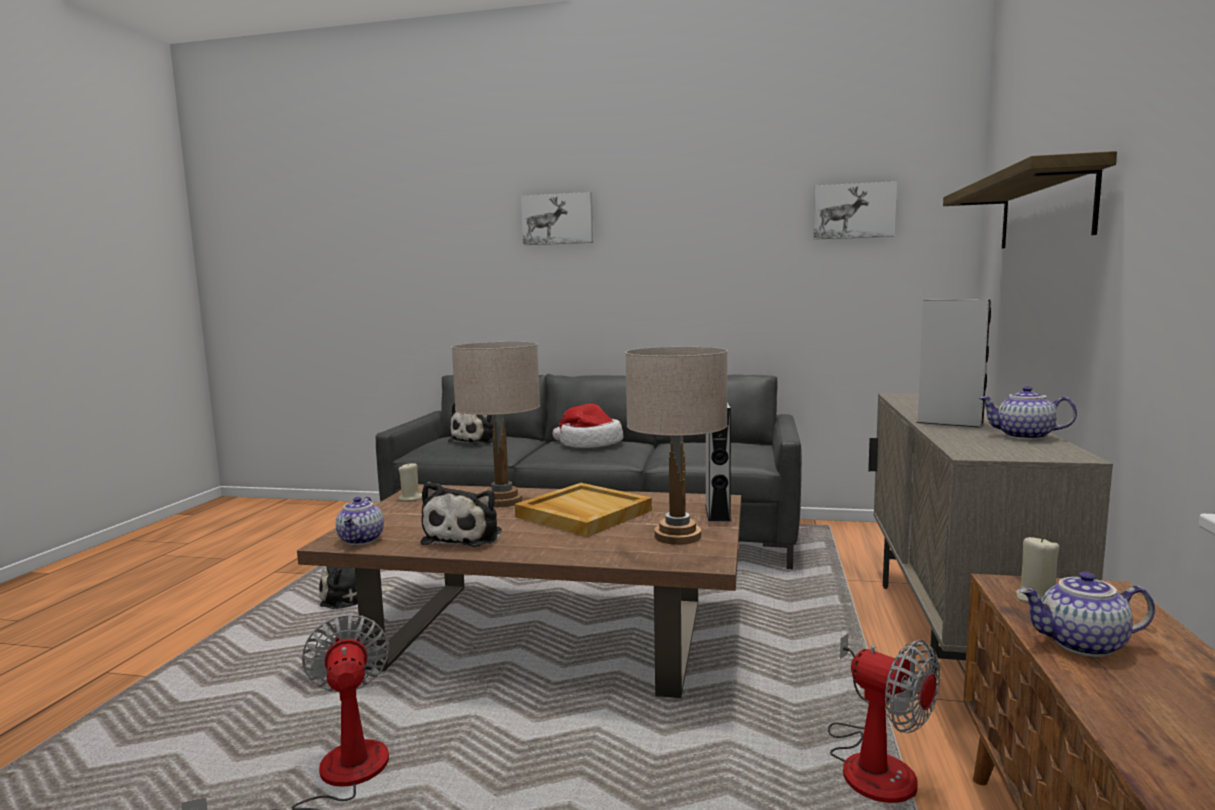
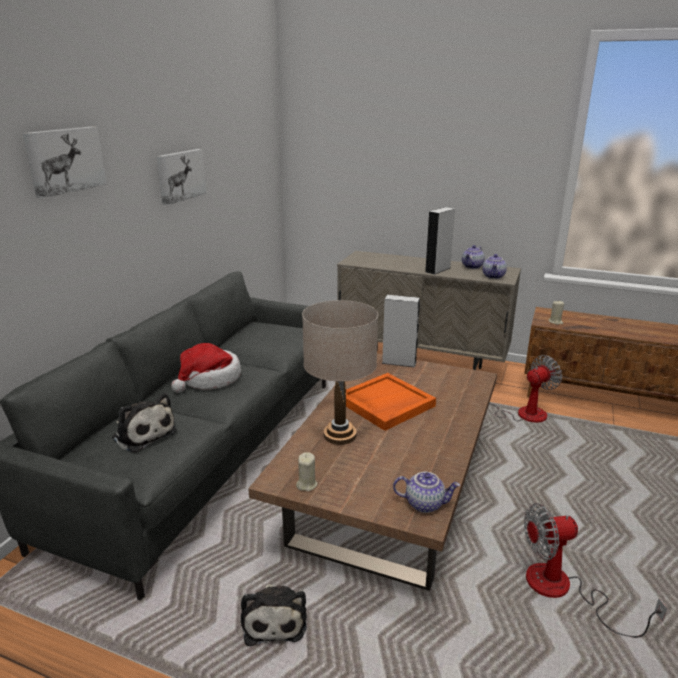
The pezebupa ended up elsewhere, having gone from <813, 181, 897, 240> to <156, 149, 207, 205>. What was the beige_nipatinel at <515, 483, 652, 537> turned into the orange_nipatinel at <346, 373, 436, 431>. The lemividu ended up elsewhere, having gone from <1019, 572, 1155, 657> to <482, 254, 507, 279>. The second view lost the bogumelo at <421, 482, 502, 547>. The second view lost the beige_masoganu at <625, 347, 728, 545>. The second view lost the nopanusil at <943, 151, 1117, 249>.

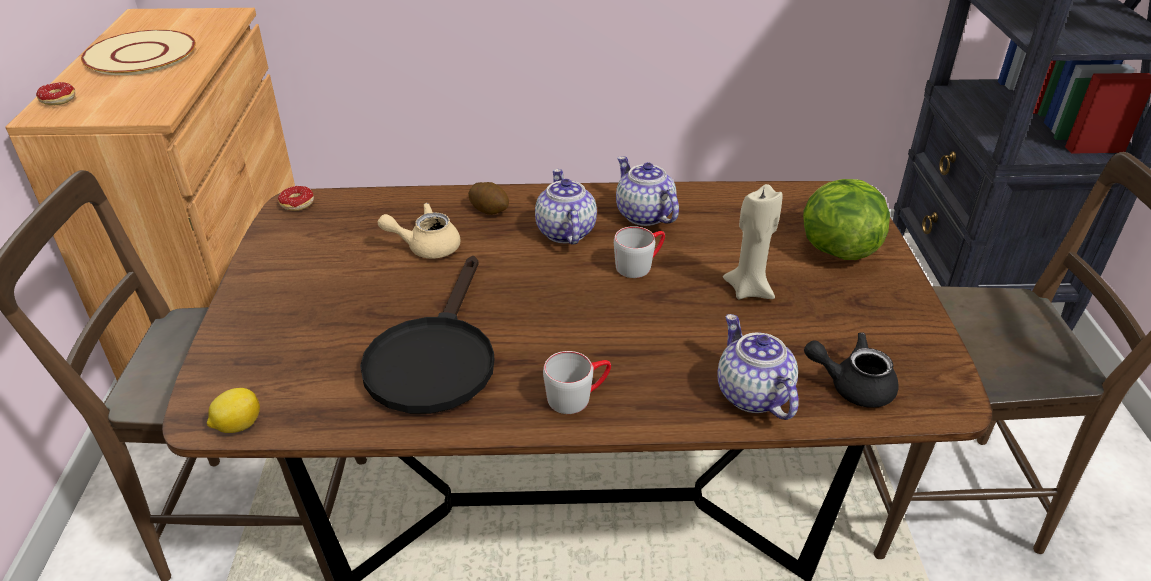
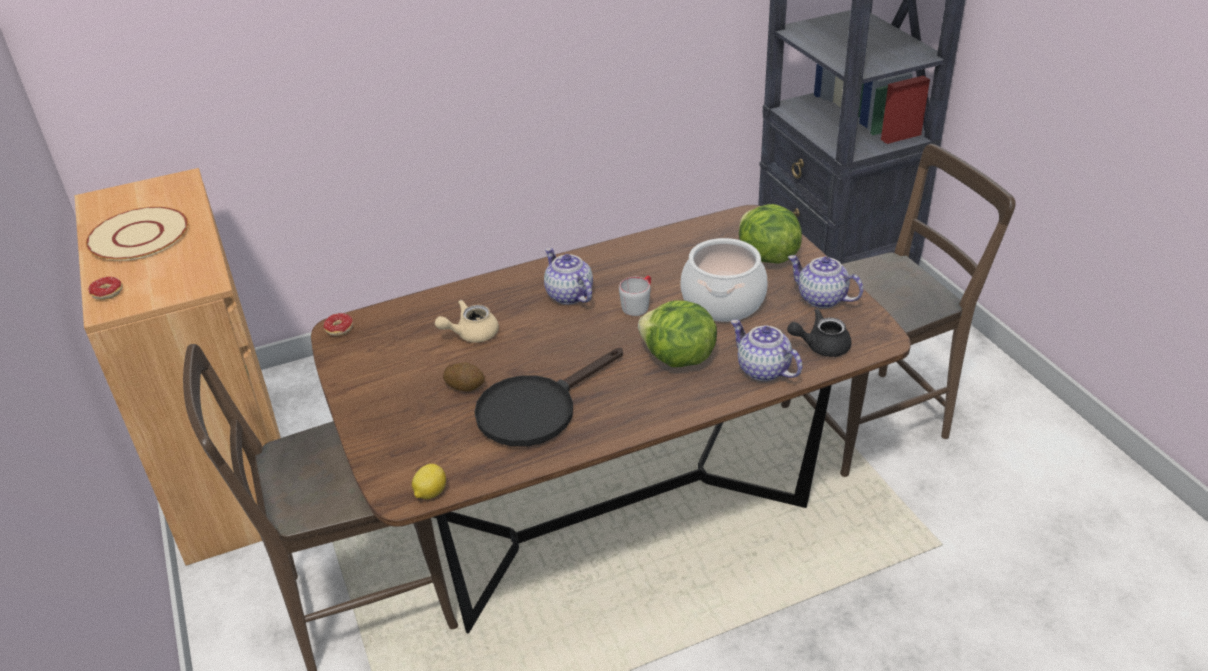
The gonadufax ended up elsewhere, having gone from <468, 182, 509, 215> to <443, 362, 485, 392>. The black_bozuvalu at <360, 256, 495, 414> ended up facing another way, 60 degrees clockwise from before. The second view gained the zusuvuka at <638, 300, 717, 367>. Where the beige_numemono stood at <723, 184, 782, 300>, the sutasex came to stand at <681, 238, 768, 322>. The lemividu ended up elsewhere, having gone from <616, 156, 679, 226> to <788, 255, 863, 308>. The second view lost the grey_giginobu at <543, 351, 611, 414>.

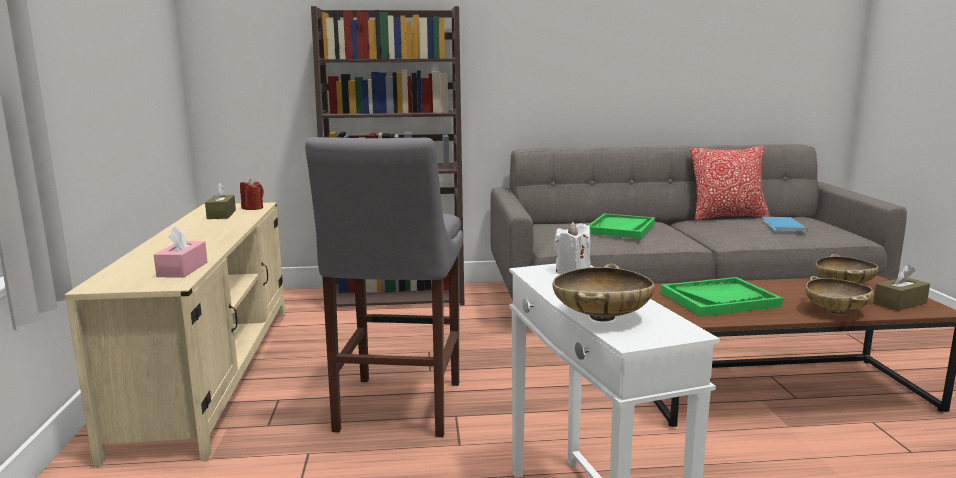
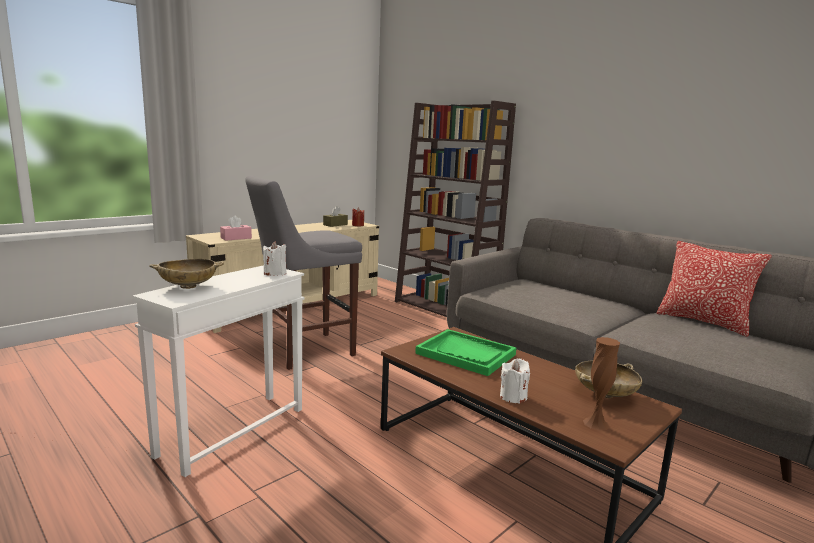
Where the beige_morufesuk stood at <805, 276, 873, 314>, the white_numemono came to stand at <500, 359, 530, 404>. Where the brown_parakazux stood at <873, 264, 930, 311>, the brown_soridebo came to stand at <583, 337, 620, 431>. The second view lost the green_nipatinel at <588, 213, 655, 239>. The second view lost the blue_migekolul at <762, 217, 808, 232>.

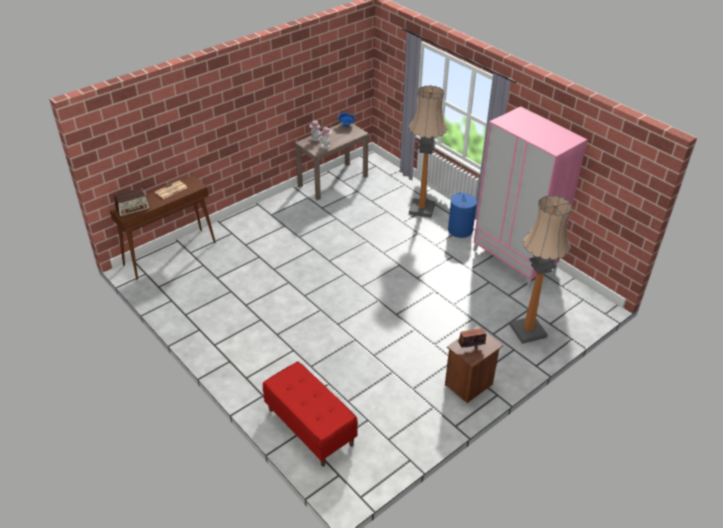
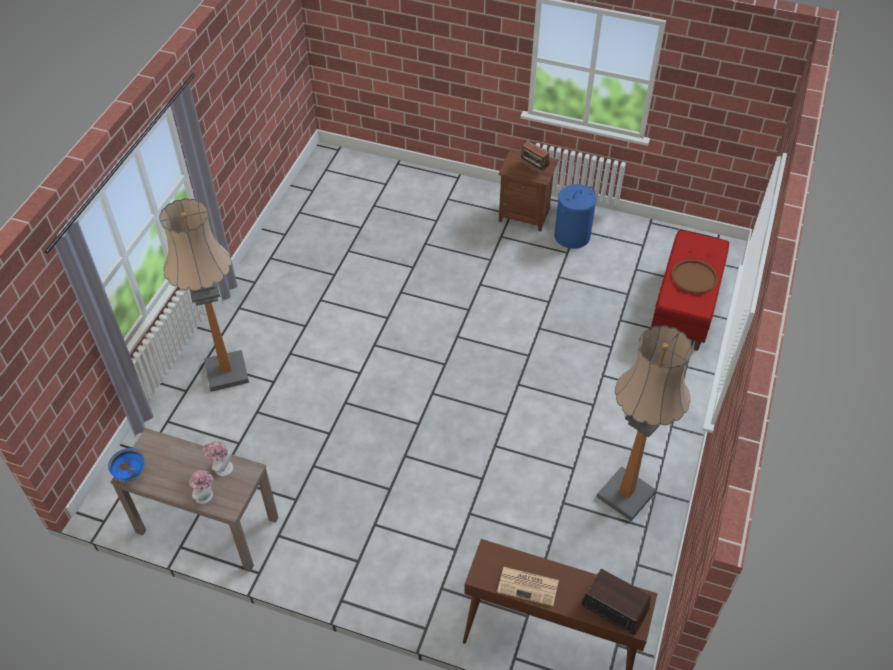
The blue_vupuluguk ended up elsewhere, having gone from <448, 193, 477, 238> to <554, 184, 597, 249>. The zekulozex ended up elsewhere, having gone from <510, 195, 572, 344> to <597, 326, 693, 521>. The second view gained the brown_nipatinel at <672, 259, 718, 293>. The second view lost the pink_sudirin at <473, 106, 588, 288>.

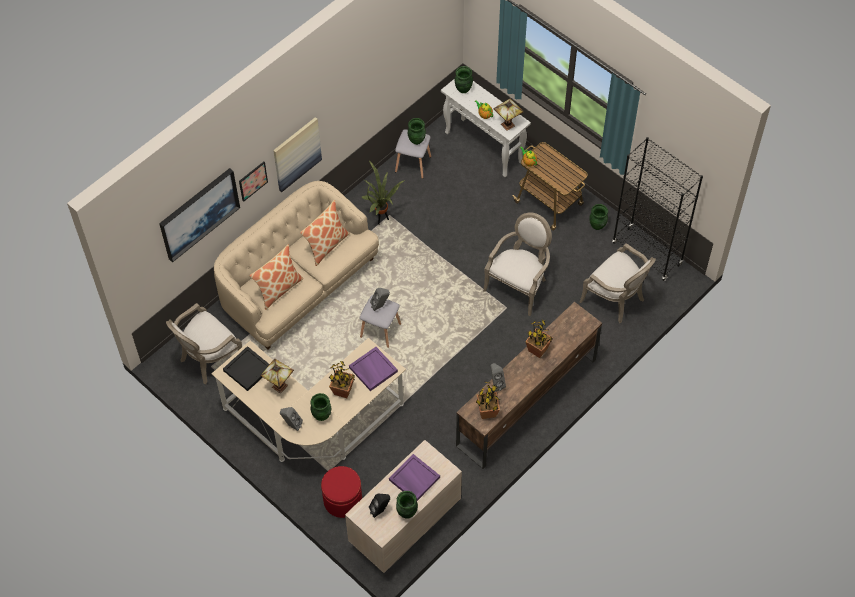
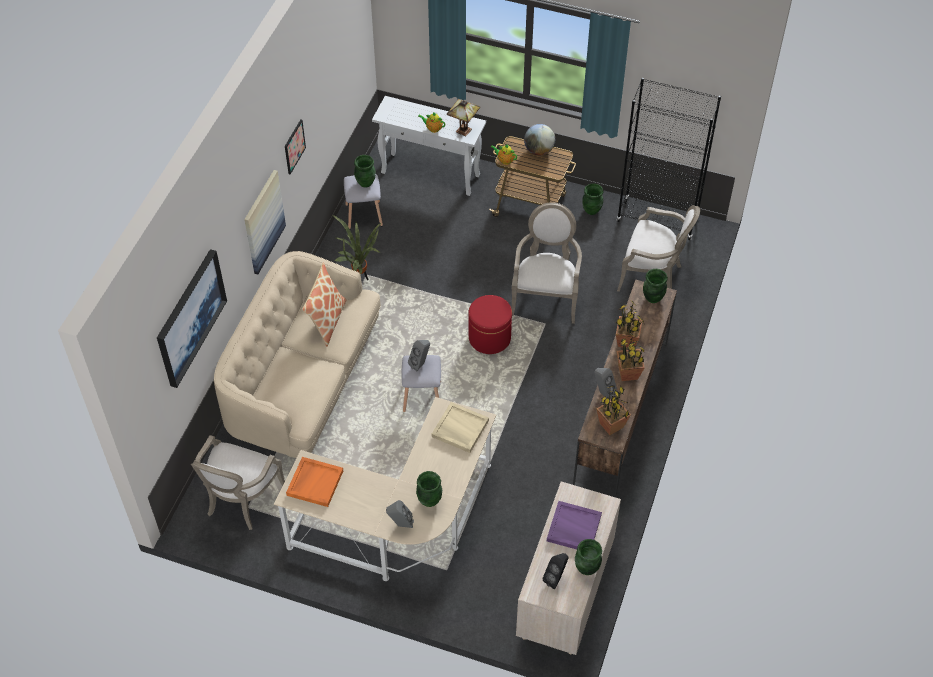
The pezebupa ended up elsewhere, having gone from <239, 162, 268, 202> to <285, 120, 306, 174>. What was the black_nipatinel at <223, 346, 269, 391> turned into the orange_nipatinel at <286, 457, 343, 507>. What was the purple_nipatinel at <349, 347, 398, 391> turned into the beige_nipatinel at <432, 402, 489, 453>. The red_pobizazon ended up elsewhere, having gone from <321, 466, 362, 518> to <468, 295, 512, 354>. The second view gained the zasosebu at <524, 124, 555, 155>. The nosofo ended up elsewhere, having gone from <329, 361, 355, 398> to <617, 333, 645, 381>. The green_soridebo ended up elsewhere, having gone from <455, 66, 473, 93> to <643, 269, 668, 303>. The second view lost the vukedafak at <250, 244, 304, 310>. The second view lost the masoganu at <261, 358, 294, 394>.

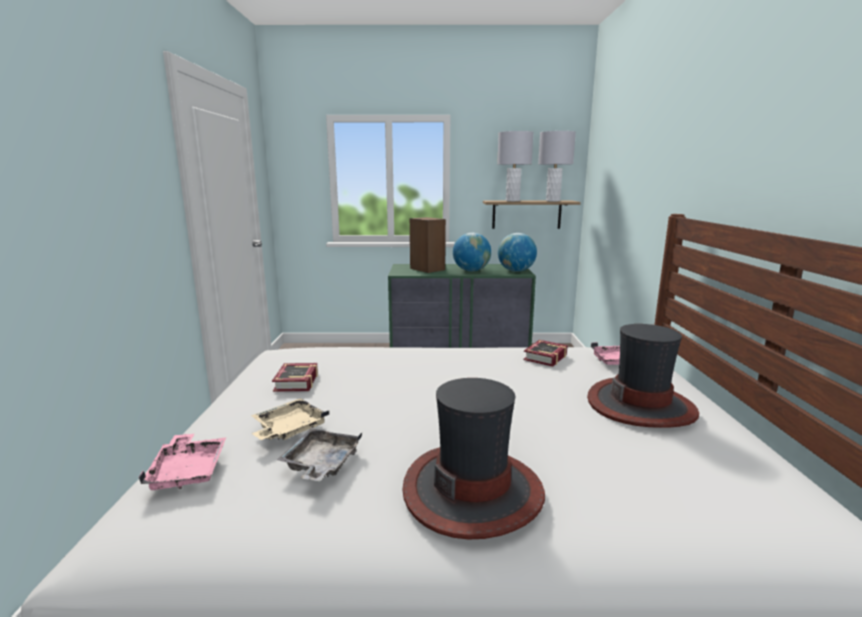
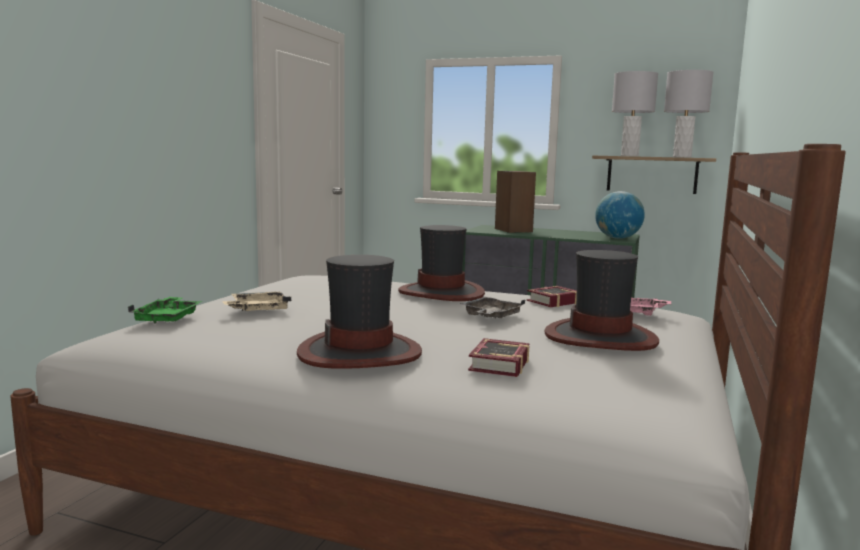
What was the pink_nipatinel at <138, 433, 226, 490> turned into the green_nipatinel at <128, 297, 203, 324>. The second view gained the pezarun at <398, 225, 485, 301>. The grey_nipatinel ended up elsewhere, having gone from <277, 428, 362, 481> to <460, 297, 525, 319>. The migekolul ended up elsewhere, having gone from <272, 363, 318, 392> to <468, 338, 529, 377>. The second view lost the zasosebu at <453, 233, 491, 271>.

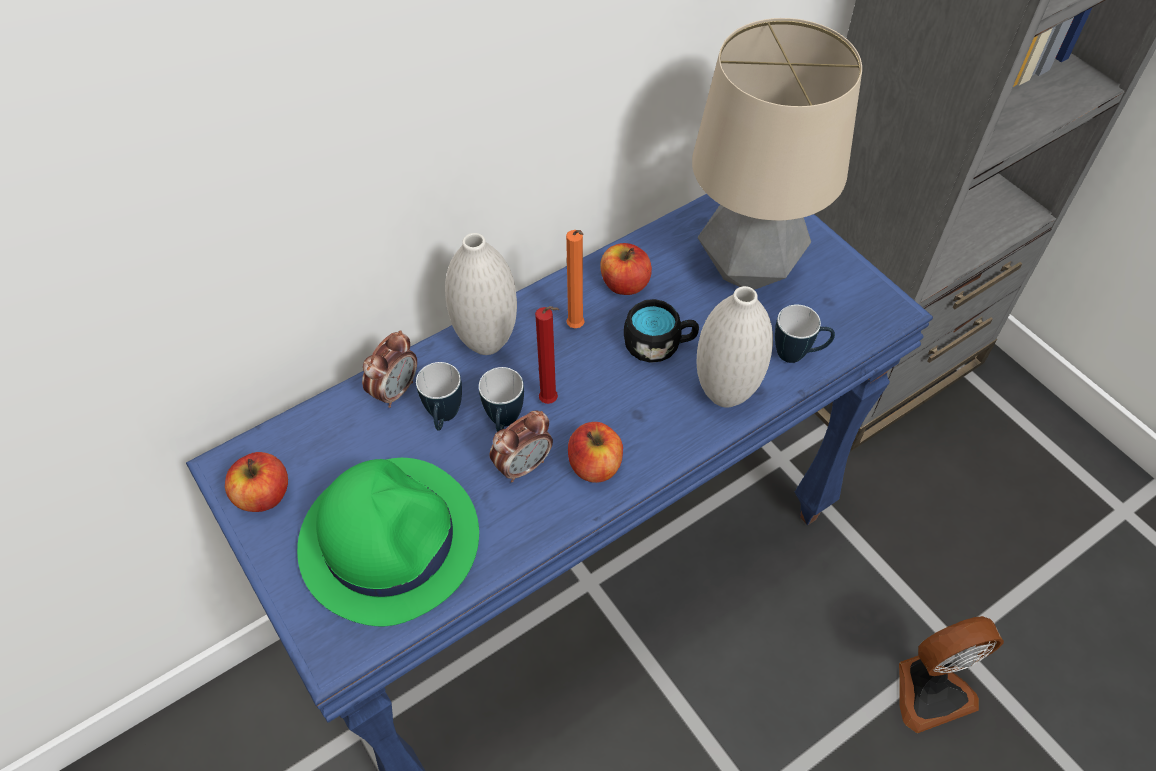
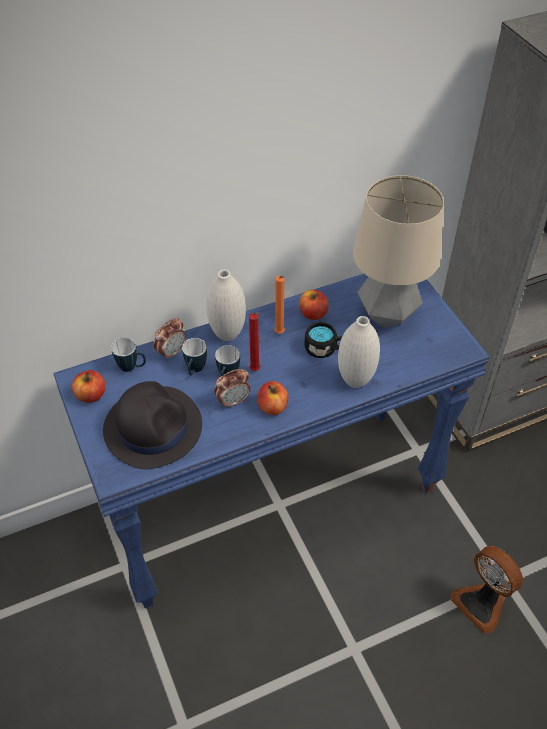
What was the green_pezarun at <297, 458, 479, 626> turned into the black_pezarun at <103, 381, 202, 469>. The giginobu ended up elsewhere, having gone from <775, 304, 835, 363> to <111, 338, 146, 372>. The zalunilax at <899, 616, 1004, 733> ended up facing another way, 60 degrees clockwise from before.

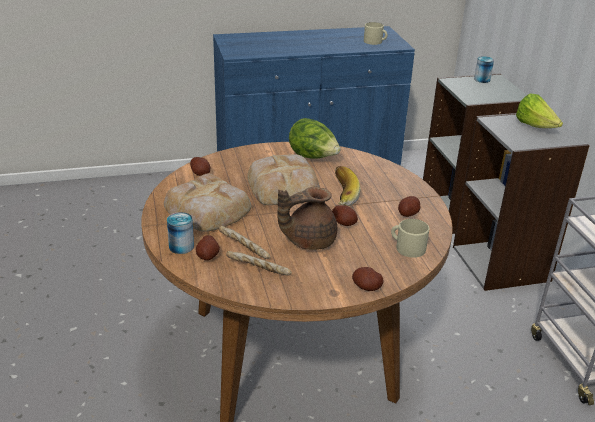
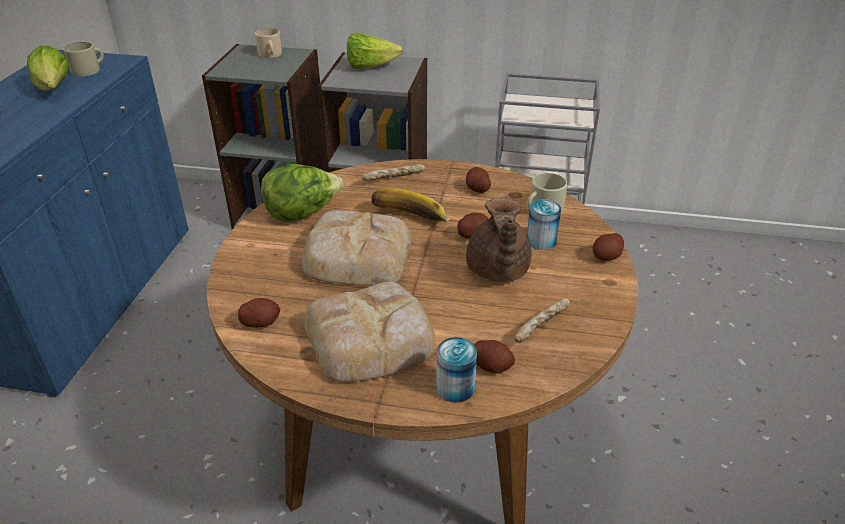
The second view gained the zusuvuka at <27, 46, 69, 91>. The second view gained the beige_giginobu at <255, 28, 282, 58>. The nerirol ended up elsewhere, having gone from <219, 226, 270, 259> to <361, 164, 426, 181>. The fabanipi ended up elsewhere, having gone from <474, 56, 494, 83> to <527, 199, 561, 250>.

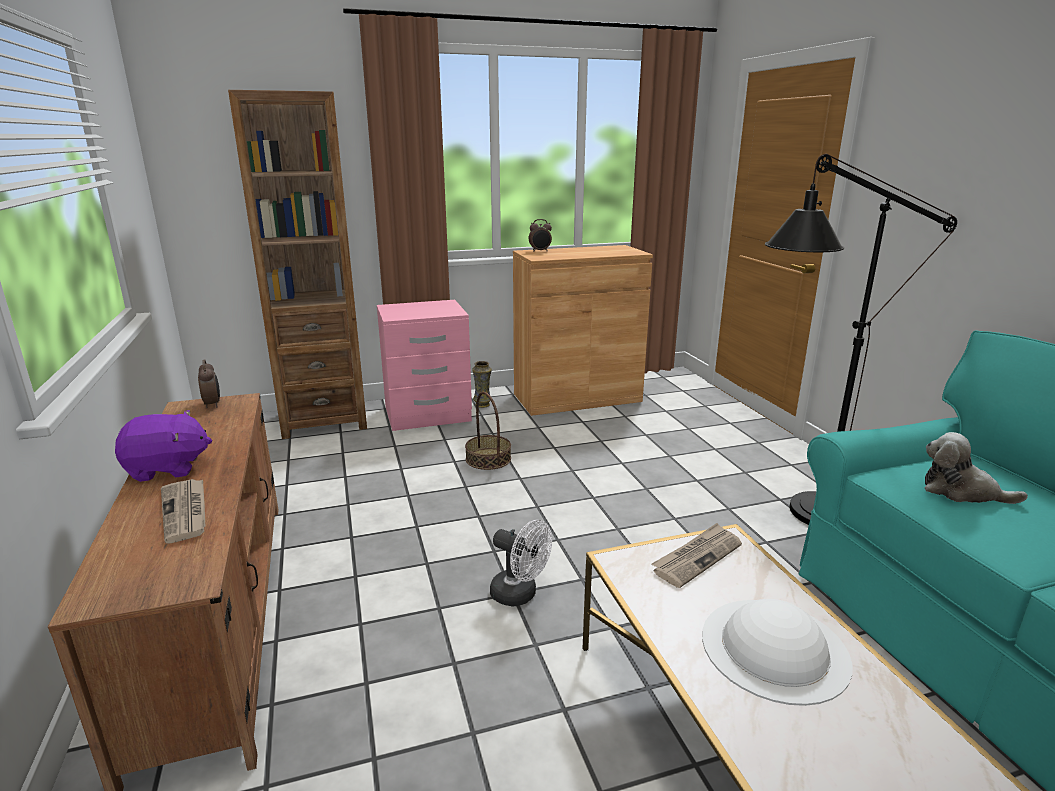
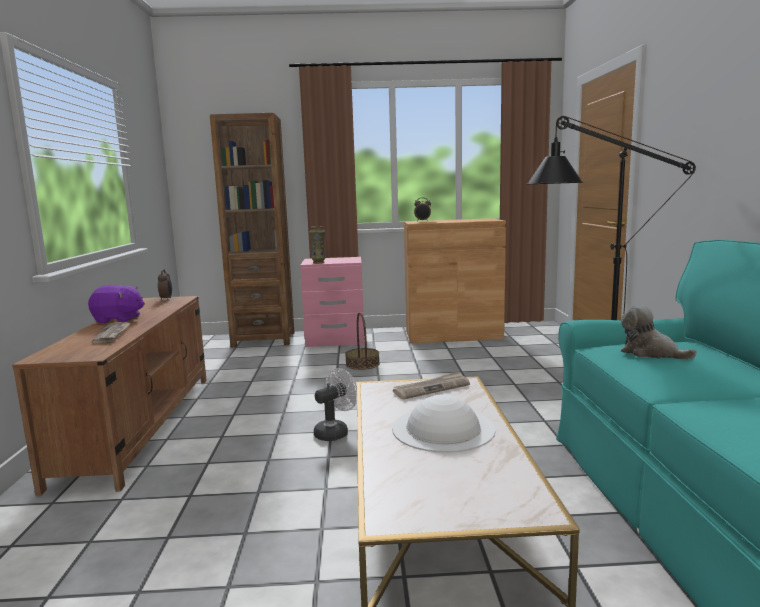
The soridebo ended up elsewhere, having gone from <472, 361, 492, 408> to <310, 226, 326, 264>. The white_zalunilax at <490, 520, 552, 607> ended up facing another way, 90 degrees counterclockwise from before.

